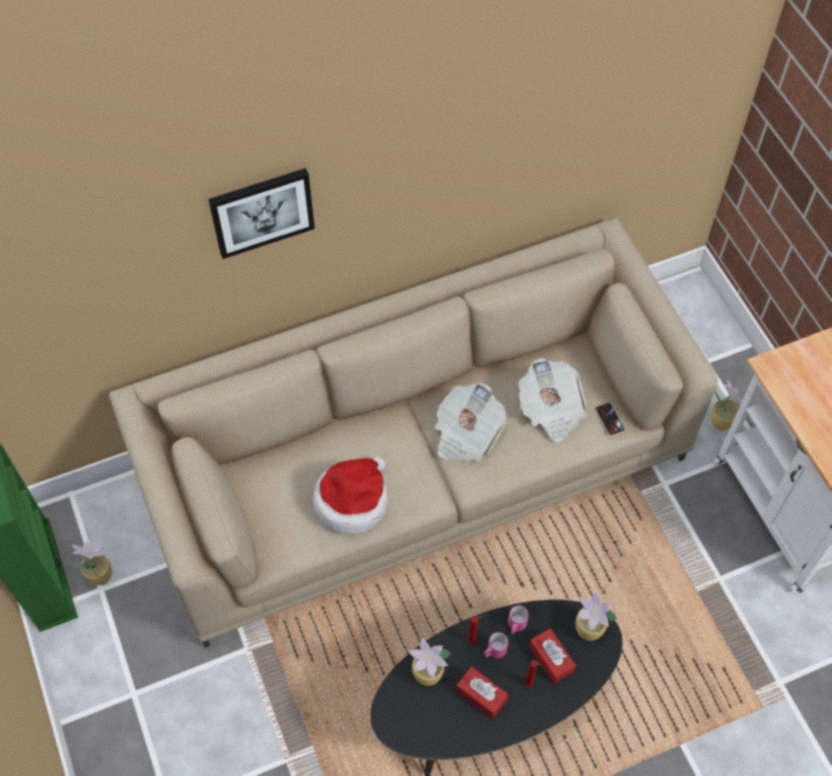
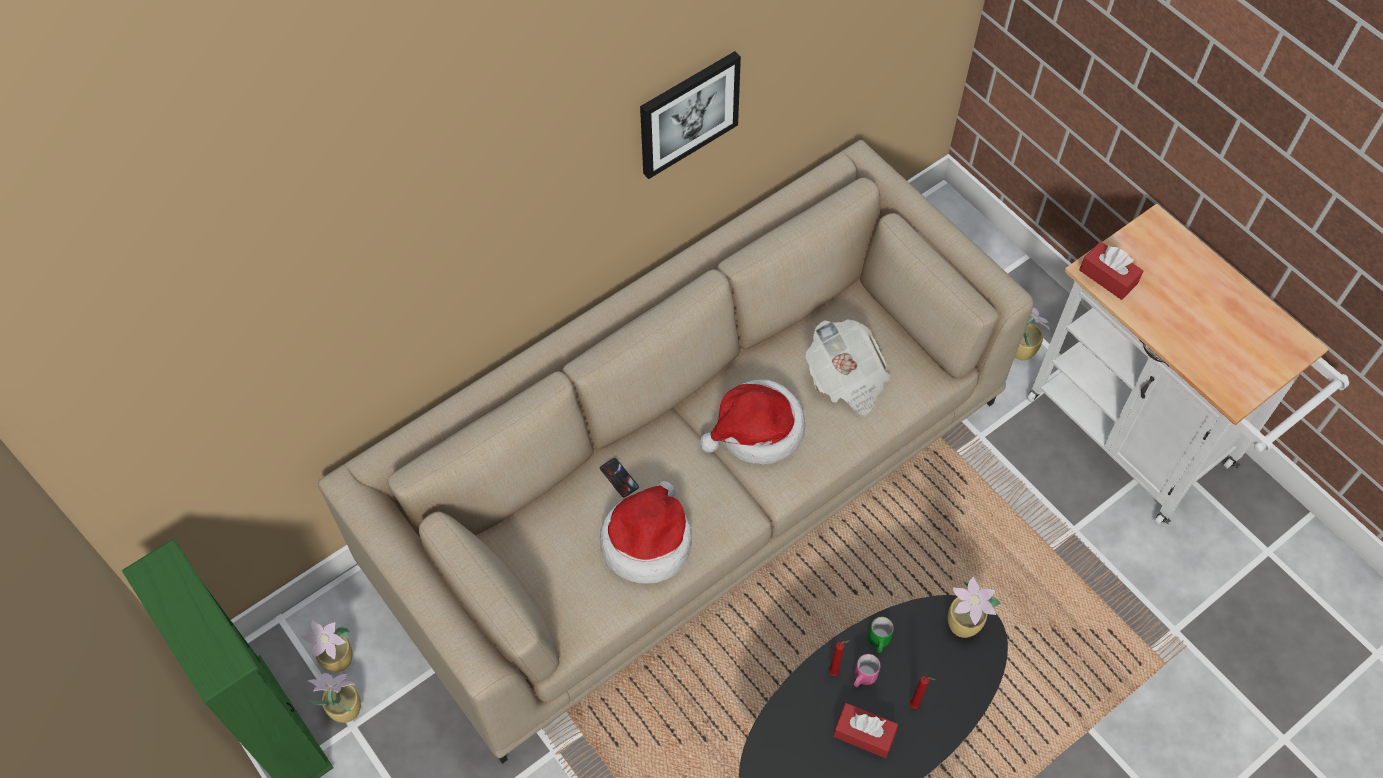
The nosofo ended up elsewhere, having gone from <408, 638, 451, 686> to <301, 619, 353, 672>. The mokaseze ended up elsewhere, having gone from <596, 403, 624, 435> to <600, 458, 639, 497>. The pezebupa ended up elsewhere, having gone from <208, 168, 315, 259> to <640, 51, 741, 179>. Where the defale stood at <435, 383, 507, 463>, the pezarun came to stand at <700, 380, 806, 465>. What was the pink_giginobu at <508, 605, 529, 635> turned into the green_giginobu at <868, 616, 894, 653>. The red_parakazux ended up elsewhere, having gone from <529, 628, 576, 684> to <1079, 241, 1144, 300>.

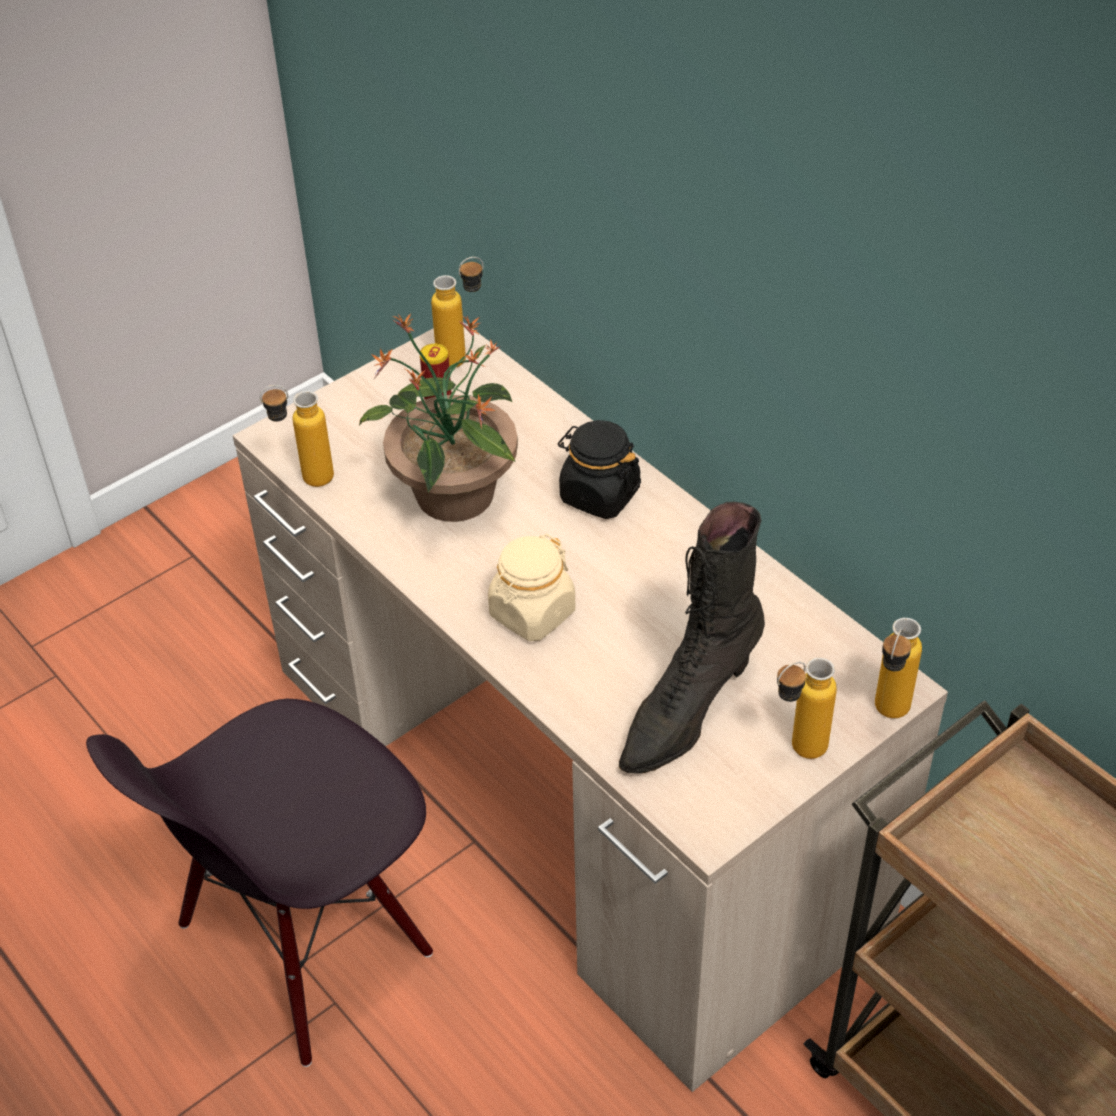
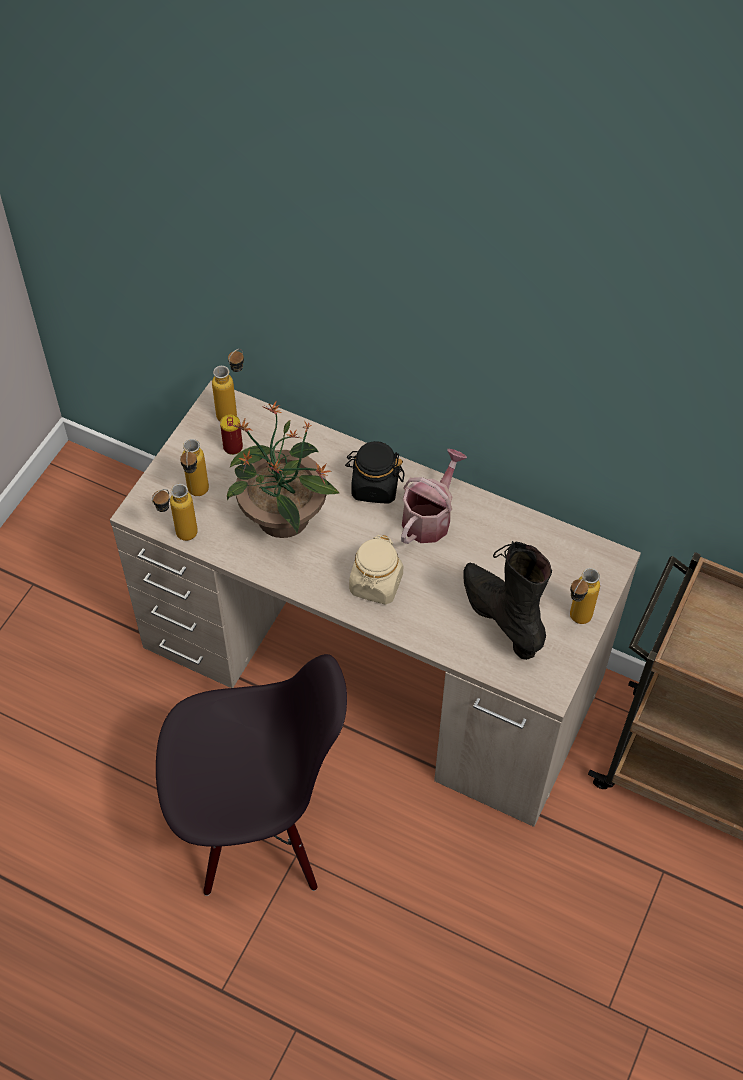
The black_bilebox at <86, 699, 433, 1067> ended up facing another way, 120 degrees counterclockwise from before. The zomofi ended up elsewhere, having gone from <875, 618, 922, 718> to <180, 439, 209, 496>. The second view gained the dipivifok at <401, 449, 467, 544>. The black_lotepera at <619, 502, 765, 774> ended up facing another way, 135 degrees clockwise from before.

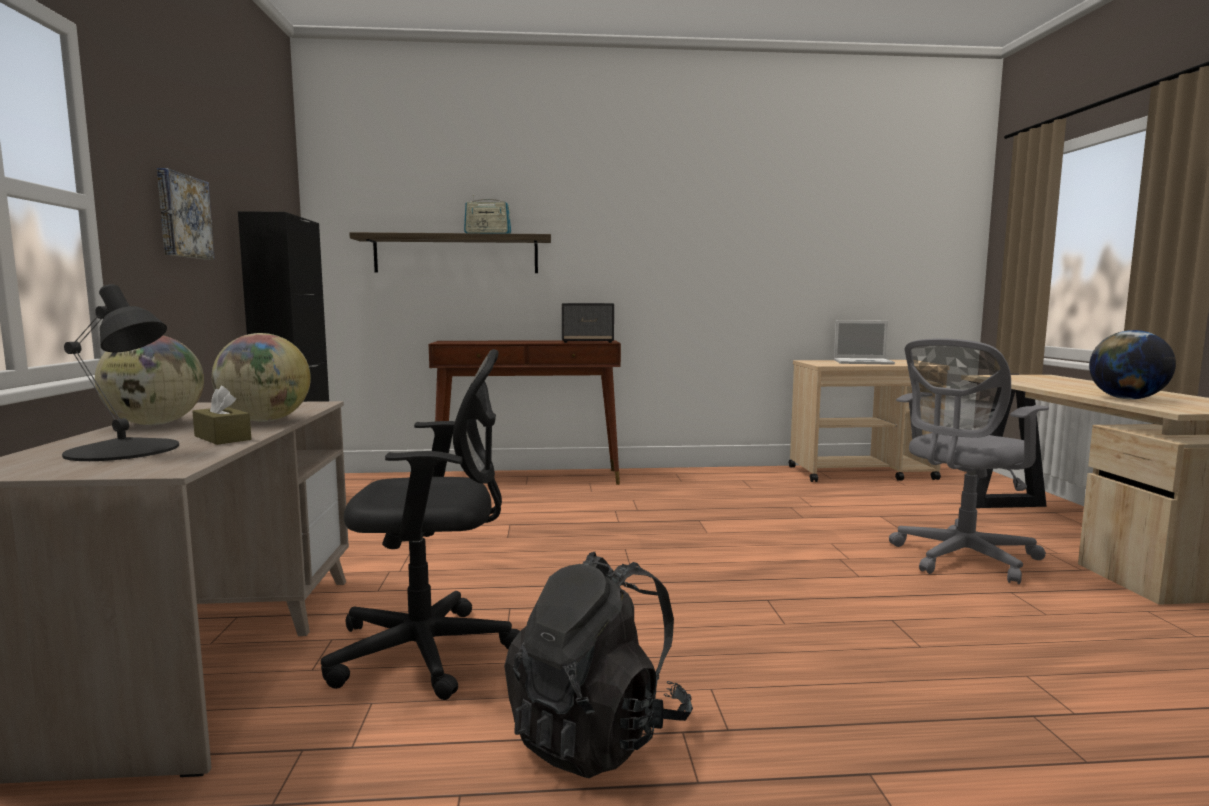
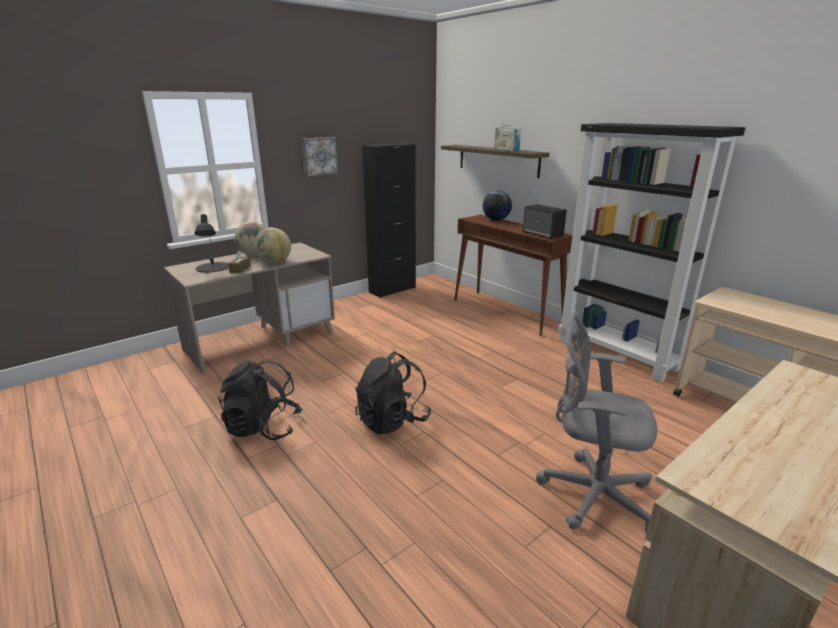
The second view gained the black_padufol at <355, 351, 431, 435>. The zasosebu ended up elsewhere, having gone from <1089, 330, 1176, 400> to <483, 191, 512, 221>. The second view gained the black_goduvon at <558, 123, 745, 382>. The second view lost the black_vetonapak at <321, 349, 520, 700>. The second view lost the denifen at <834, 320, 895, 365>.

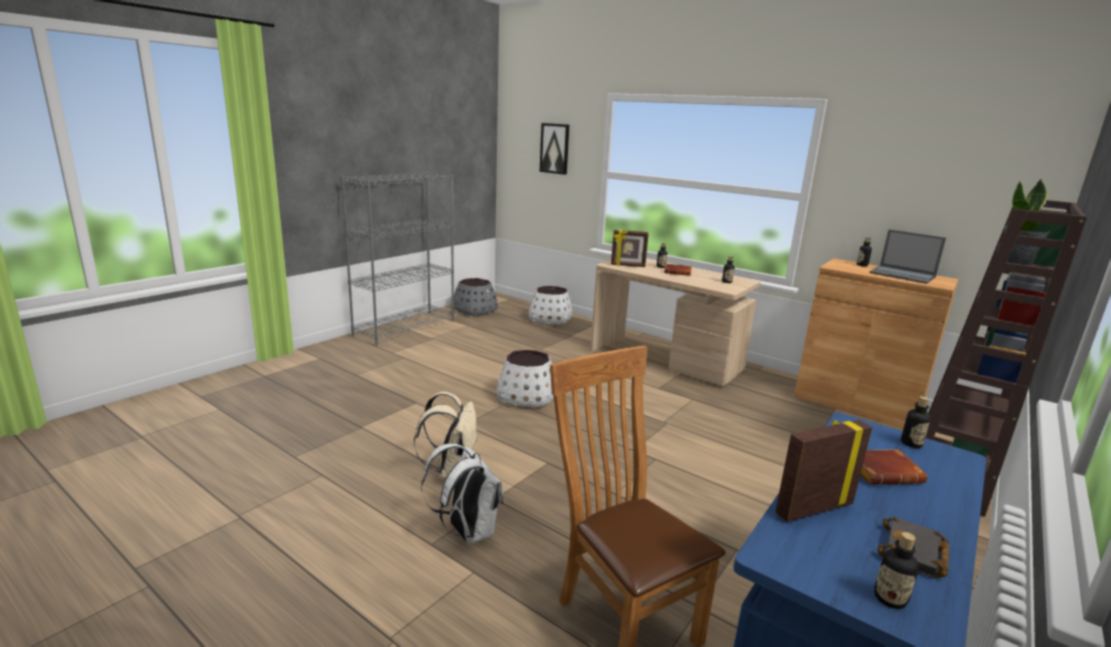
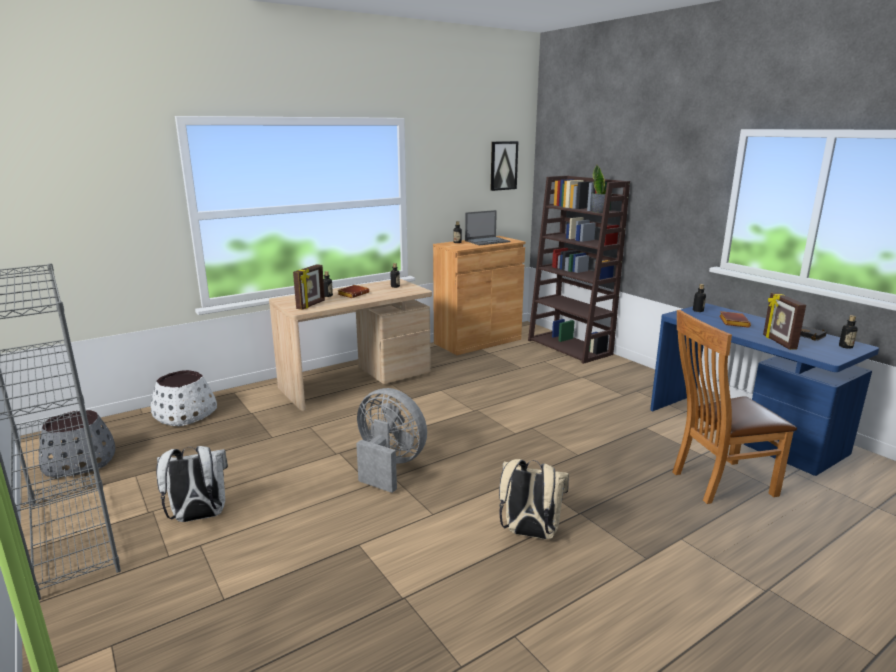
The white_padufol ended up elsewhere, having gone from <421, 444, 504, 545> to <156, 446, 228, 522>. Where the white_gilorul stood at <497, 350, 554, 407>, the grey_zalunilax came to stand at <356, 388, 427, 493>. The pezebupa ended up elsewhere, having gone from <540, 123, 569, 175> to <490, 141, 518, 191>.

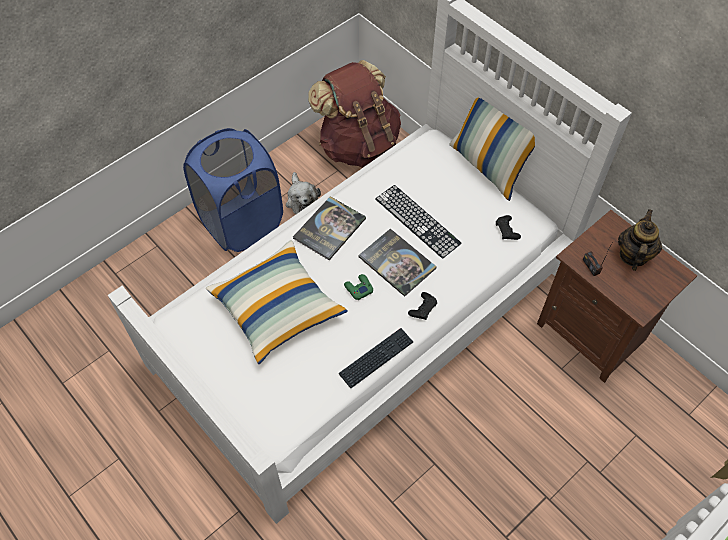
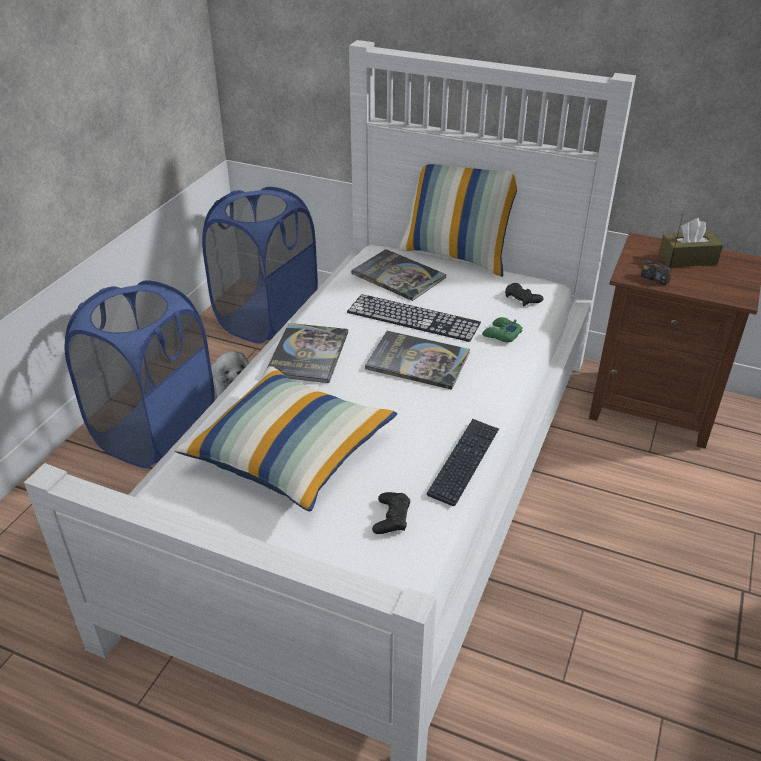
Where the brown_padufol stood at <308, 60, 401, 168>, the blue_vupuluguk came to stand at <202, 187, 318, 344>. The second view gained the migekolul at <351, 249, 446, 301>. The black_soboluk ended up elsewhere, having gone from <408, 292, 437, 320> to <372, 492, 410, 534>. The green_soboluk ended up elsewhere, having gone from <344, 274, 373, 300> to <482, 317, 522, 343>. Where the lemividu stood at <618, 209, 662, 271>, the brown_parakazux came to stand at <659, 218, 723, 267>.

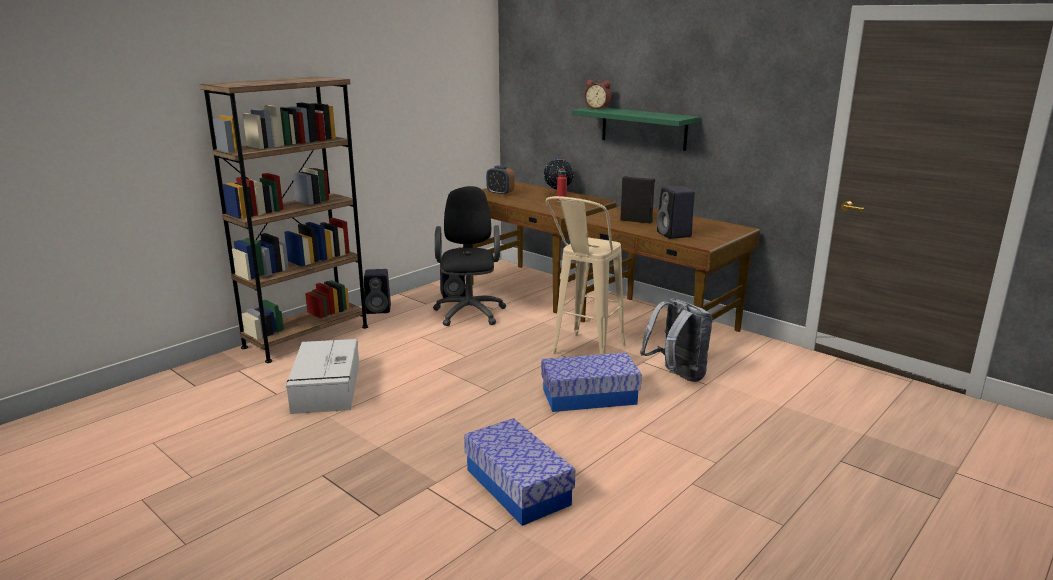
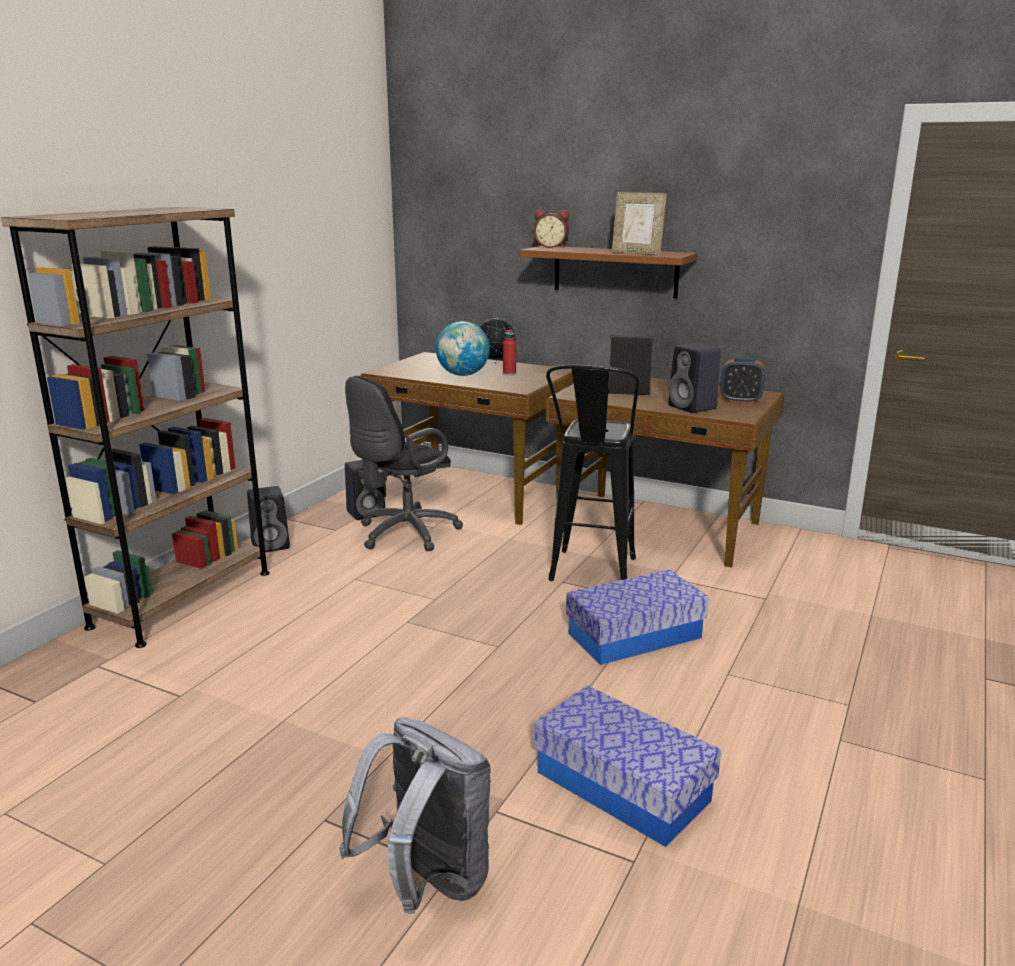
The grey_padufol ended up elsewhere, having gone from <640, 298, 713, 382> to <339, 718, 491, 914>. The black_vetonapak at <433, 186, 506, 326> ended up facing another way, 120 degrees counterclockwise from before. The second view gained the zasosebu at <436, 321, 490, 376>. What was the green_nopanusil at <572, 107, 700, 151> turned into the brown_nopanusil at <520, 246, 697, 298>. What was the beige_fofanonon at <546, 196, 626, 354> turned into the black_fofanonon at <546, 365, 639, 581>. The second view gained the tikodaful at <612, 192, 667, 255>. The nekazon ended up elsewhere, having gone from <486, 166, 515, 196> to <721, 357, 765, 404>. The second view lost the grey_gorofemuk at <286, 339, 359, 414>.

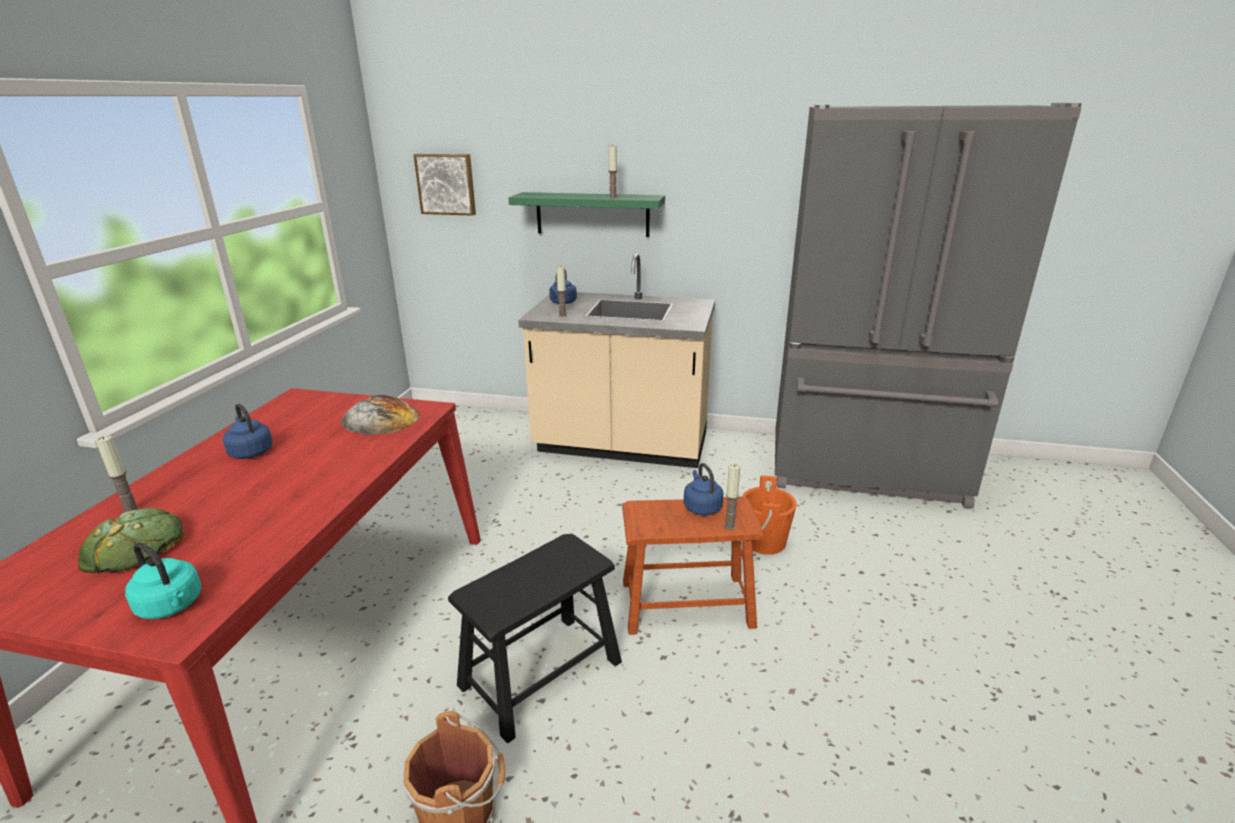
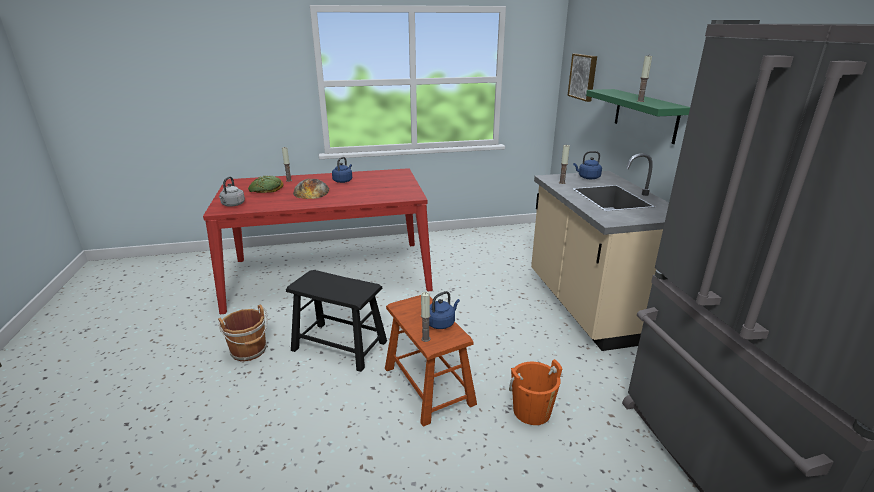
What was the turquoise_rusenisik at <125, 542, 201, 619> turned into the grey_rusenisik at <219, 177, 245, 206>. The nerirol ended up elsewhere, having gone from <341, 395, 420, 435> to <293, 179, 329, 199>.

